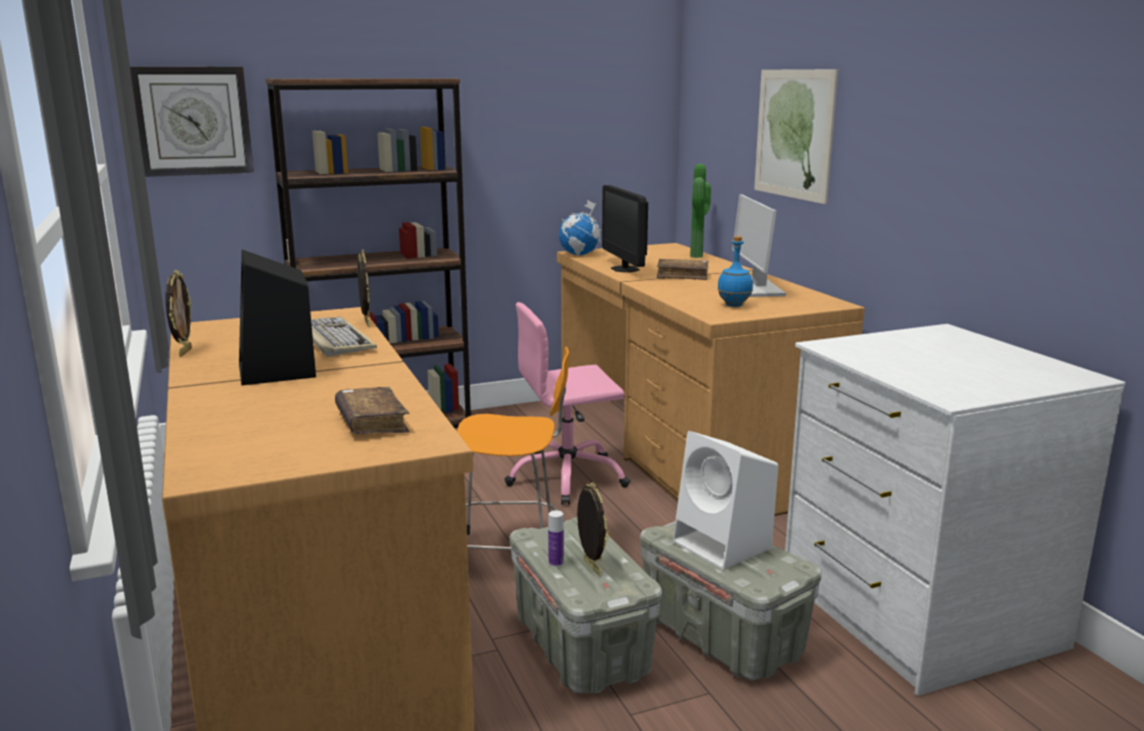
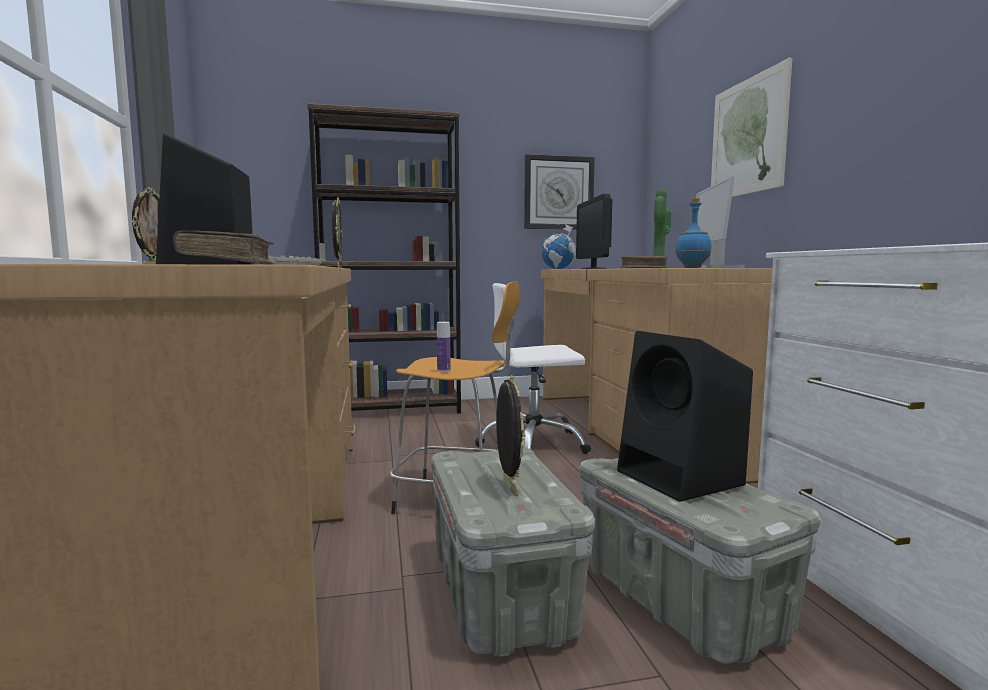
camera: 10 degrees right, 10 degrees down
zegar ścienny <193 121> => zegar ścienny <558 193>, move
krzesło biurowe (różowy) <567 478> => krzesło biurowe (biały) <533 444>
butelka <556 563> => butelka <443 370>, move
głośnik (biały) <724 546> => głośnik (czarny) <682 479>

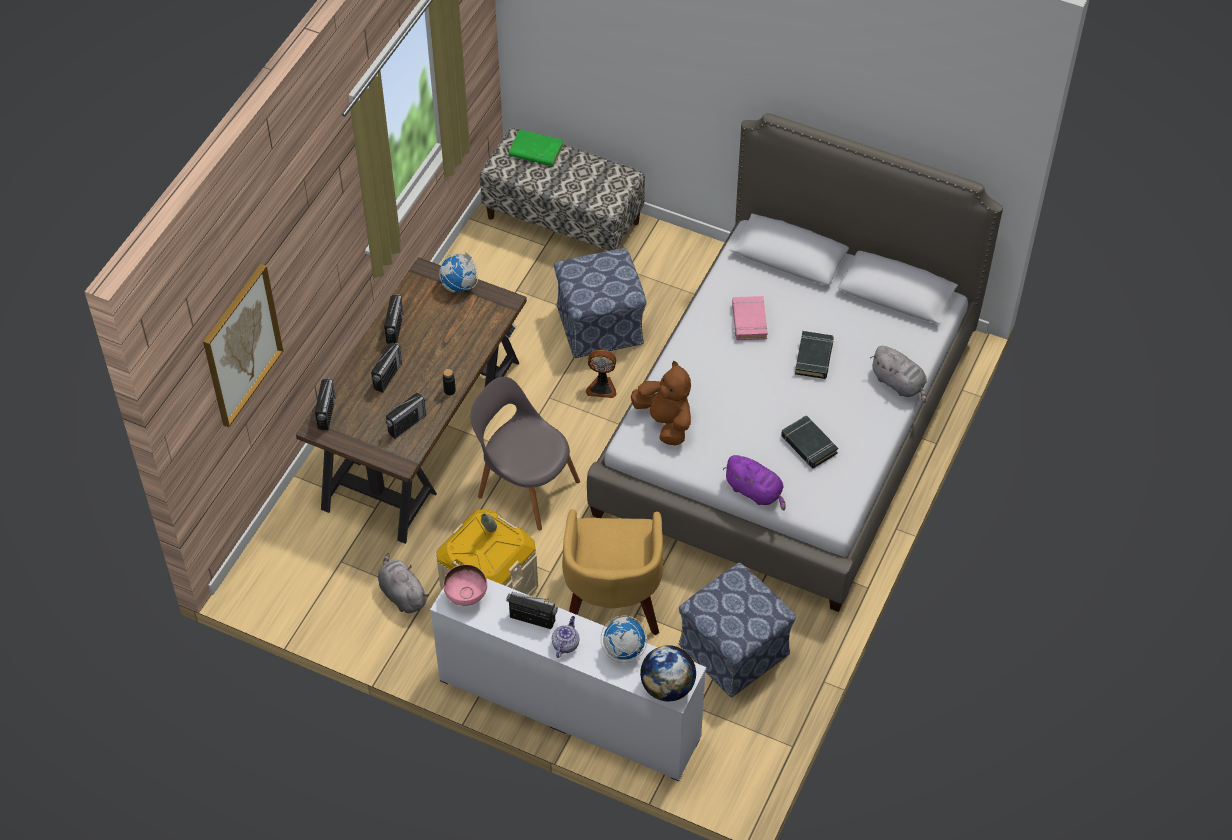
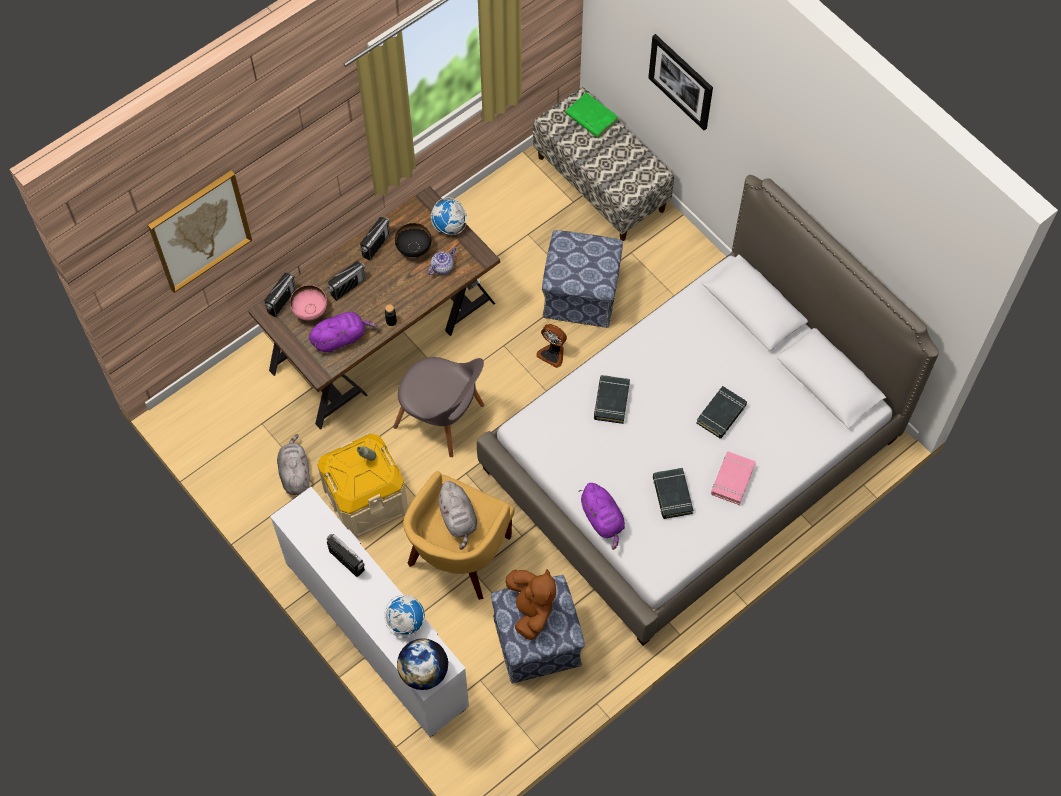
camera: 25 degrees right, 10 degrees up
radio <407 424> => pluszak (fioletowy) <341 338>
miska (różowy) <466 596> => miska (różowy) <310 311>, move
krzesło (szary) <525 486> => krzesło (szary) <442 418>, 150 degrees clockwise
imbryk <565 644> => imbryk <442 267>, move
pluszak (brązowy) <665 422> => pluszak (brązowy) <531 609>, move
książka (różowy) <749 321> => książka (różowy) <732 479>, move
pluszak (szary) <899 384> => pluszak (szary) <458 519>, move
nothing => miska (czarny) <414 249>
nothing => książka (czarny) <611 401>
nothing => obraz <681 81>

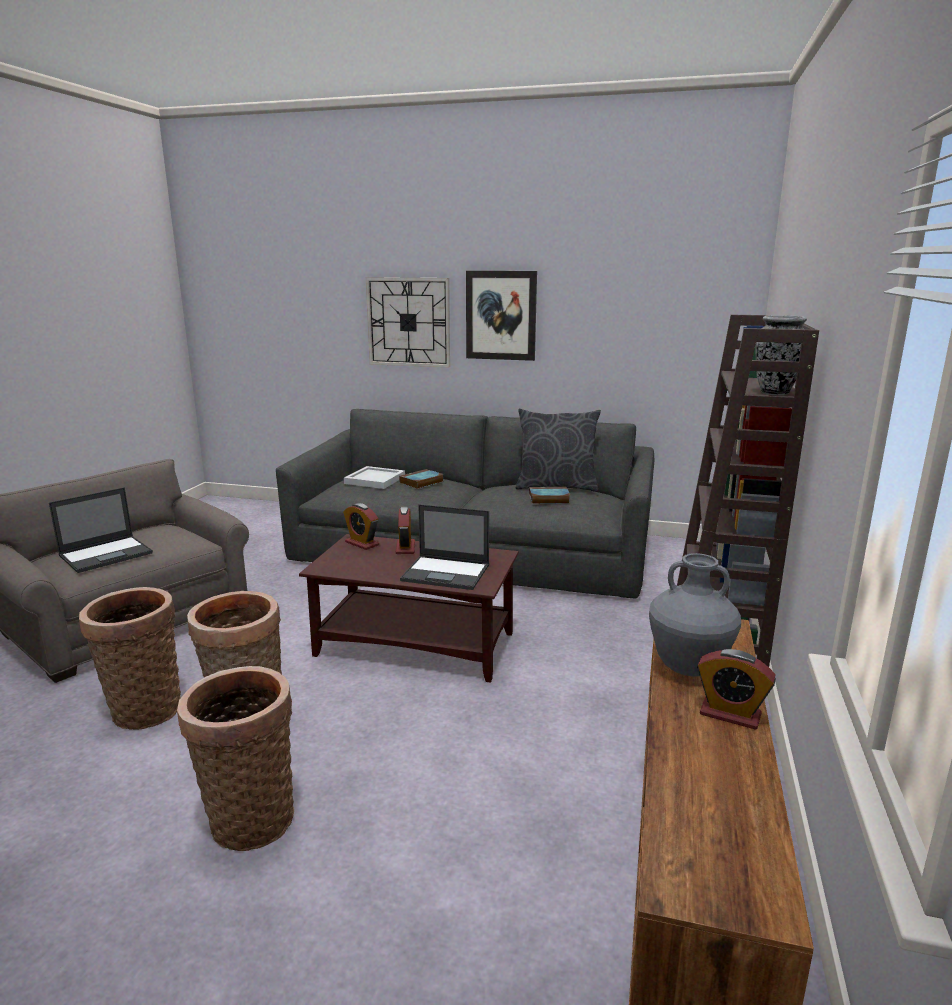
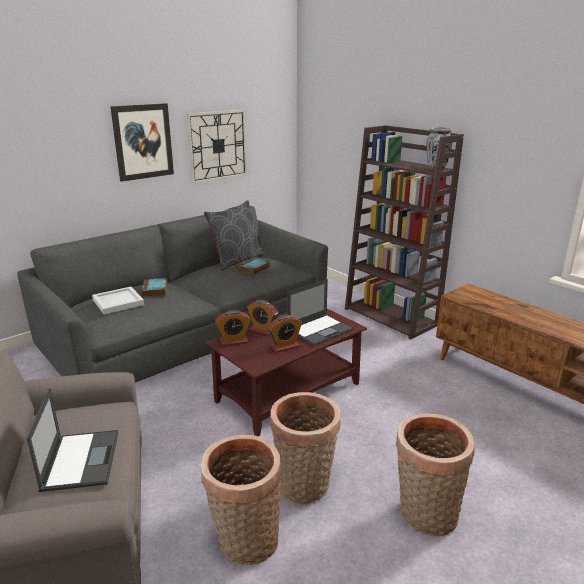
camera: 55 degrees left, 5 degrees up
zegar ścienny <408 322> => zegar ścienny <217 146>, move
wazon (szary) <689 668> => nothing
budzik <730 714> => budzik <285 346>, move

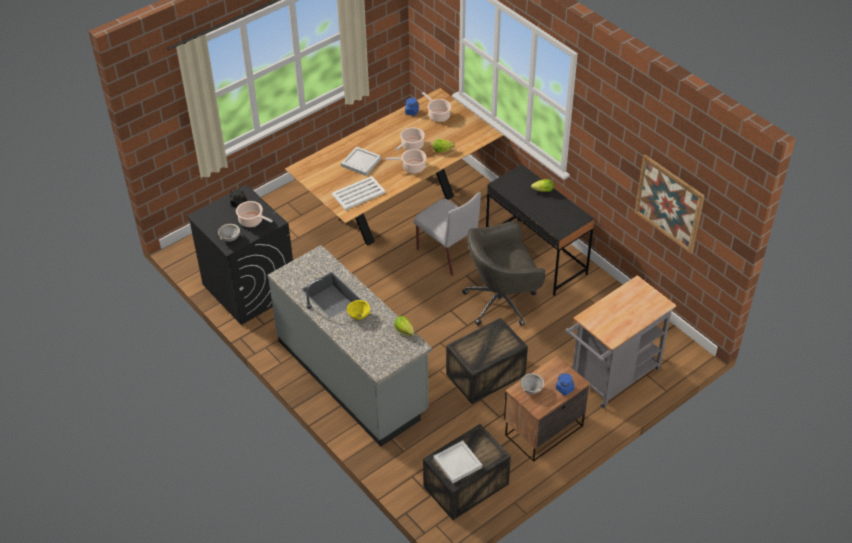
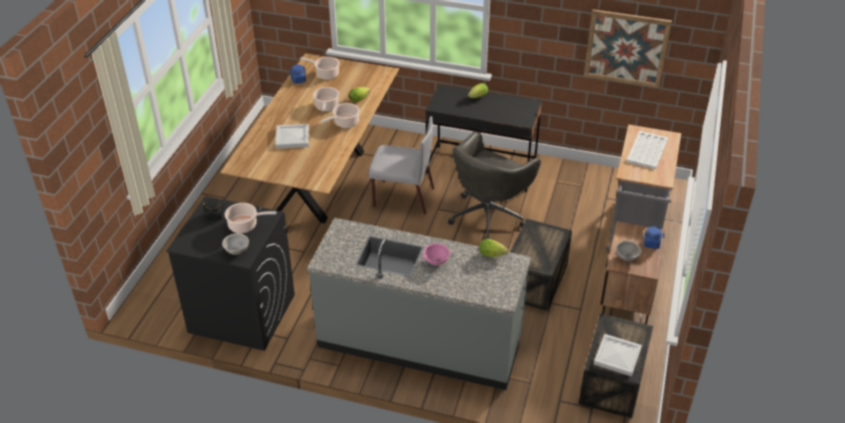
camera: 35 degrees left, 5 degrees down
taca (biały) <358 193> => taca (biały) <647 151>, move
miska (żółty) <359 316> => miska (różowy) <436 261>

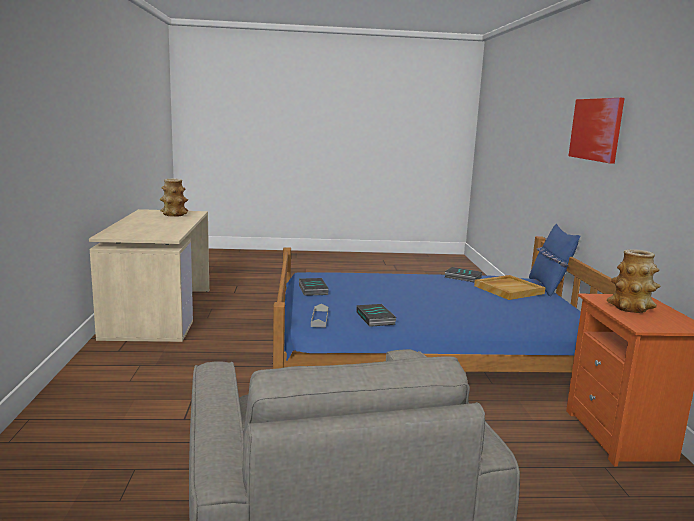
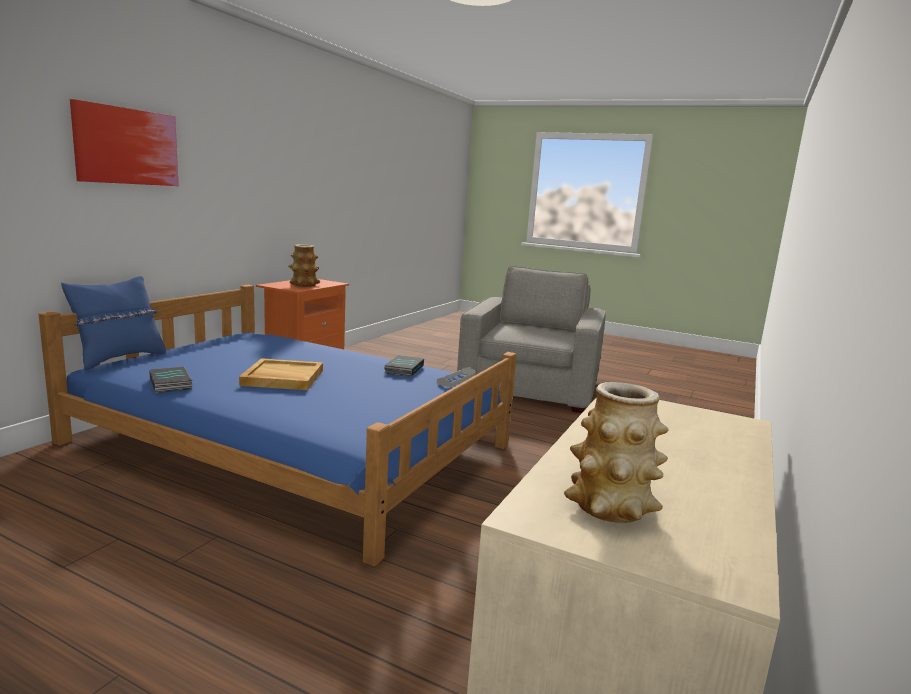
camera: 150 degrees left, 0 degrees up
książka <312 289> => nothing
taca (beżowy) <508 289> => taca (beżowy) <282 378>, move

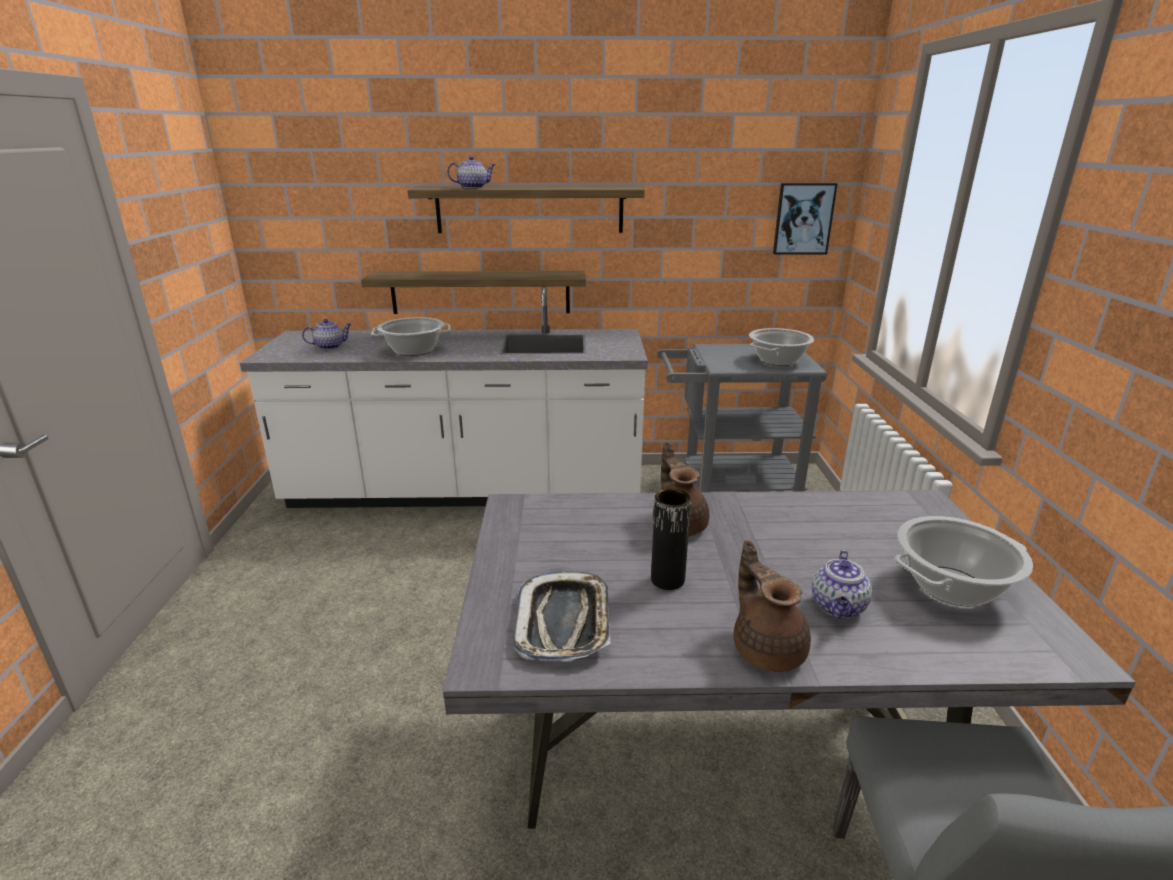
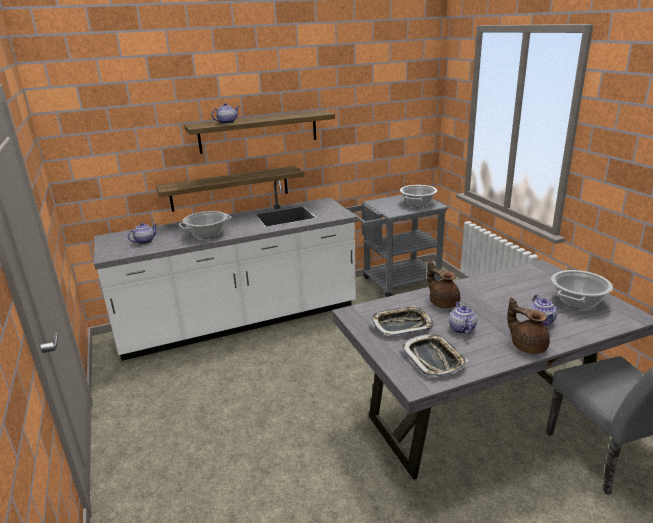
camera: 20 degrees left, 0 degrees up
wazon (czarny) <667 580> => imbryk <461 329>
obraz <803 219> => nothing
nothing => taca <401 325>

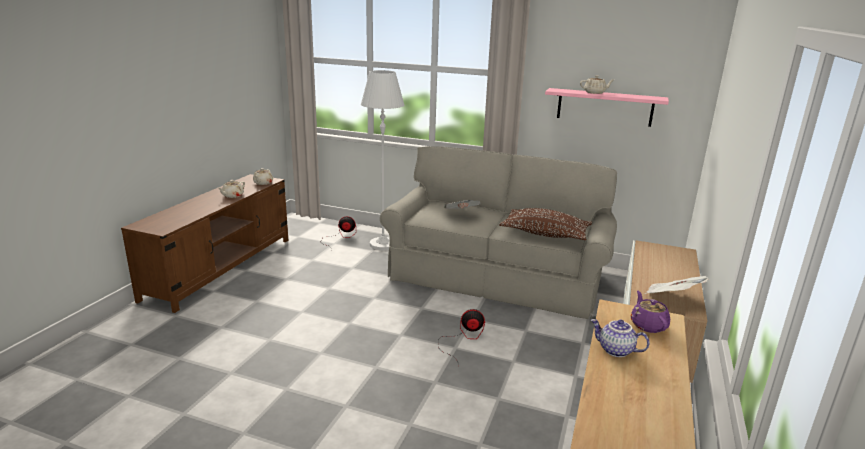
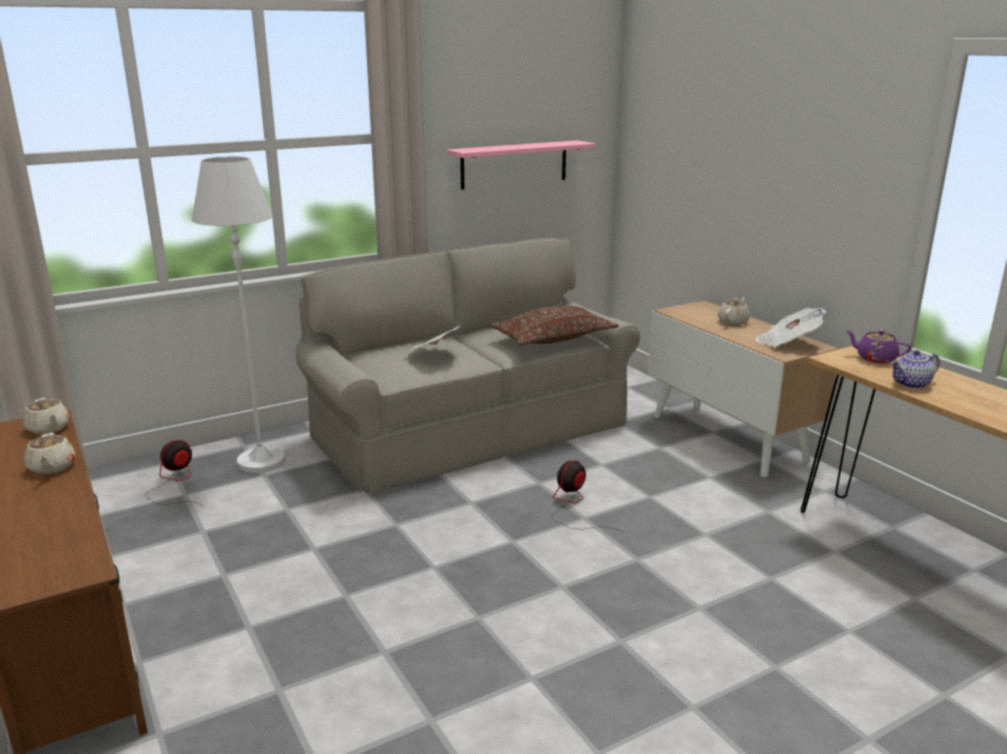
camera: 50 degrees left, 0 degrees up
imbryk (beżowy) <595 93> => imbryk (beżowy) <733 322>, move

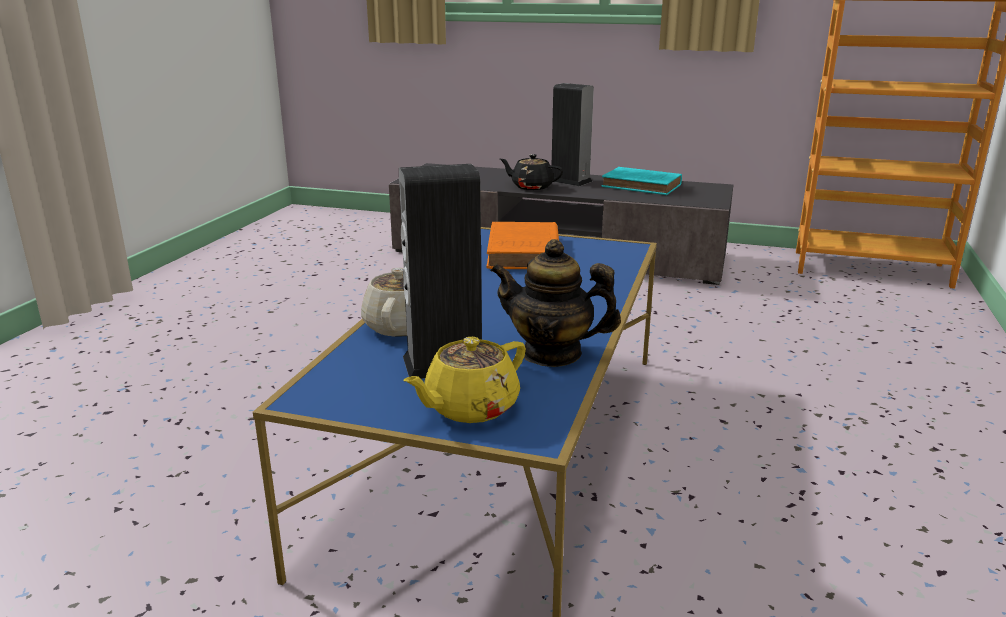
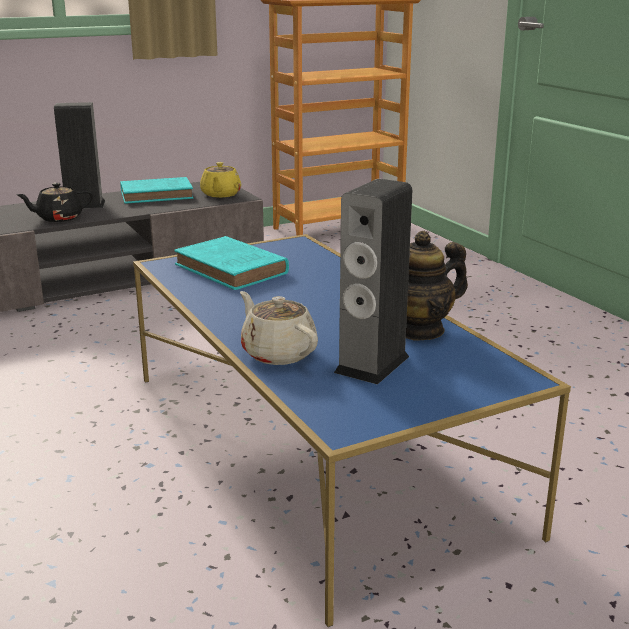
camera: 45 degrees left, 0 degrees up
imbryk (żółty) <469 407> => imbryk (żółty) <220 194>, move
książka (pomarańczowy) <523 253> => książka (turkusowy) <233 270>

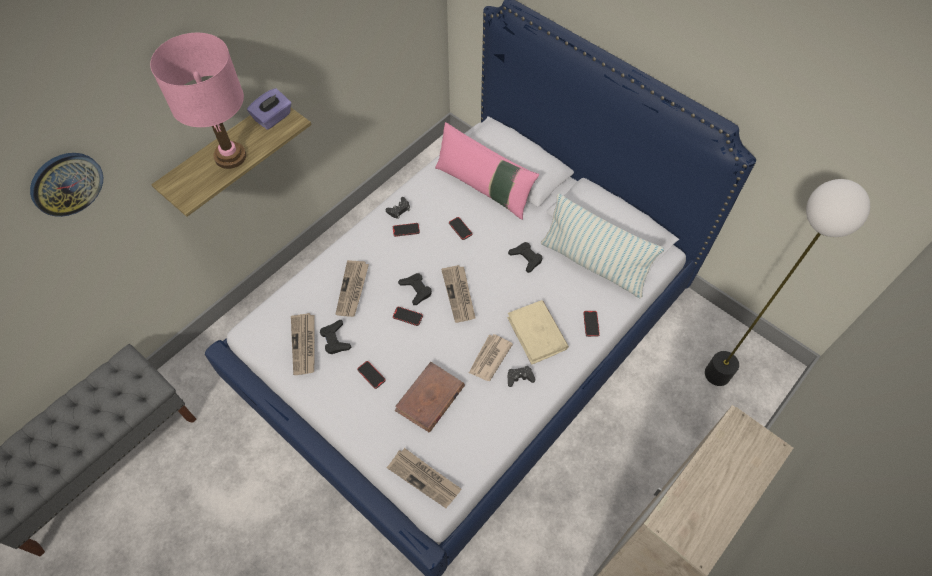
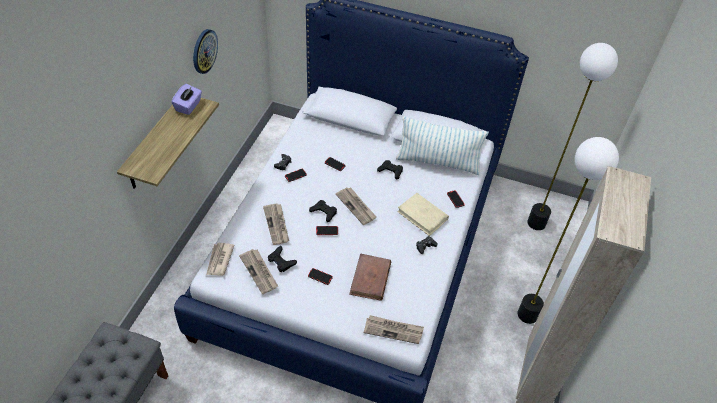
camera: 25 degrees left, 10 degrees down
zegar ścienny <66 183> => zegar ścienny <204 51>, move
lampa stołowa (różowy) <230 156> => nothing
poduszka (różowy) <484 188> => nothing
gazeta <489 358> => gazeta <219 260>, move
nothing => lampa stojąca <528 314>

